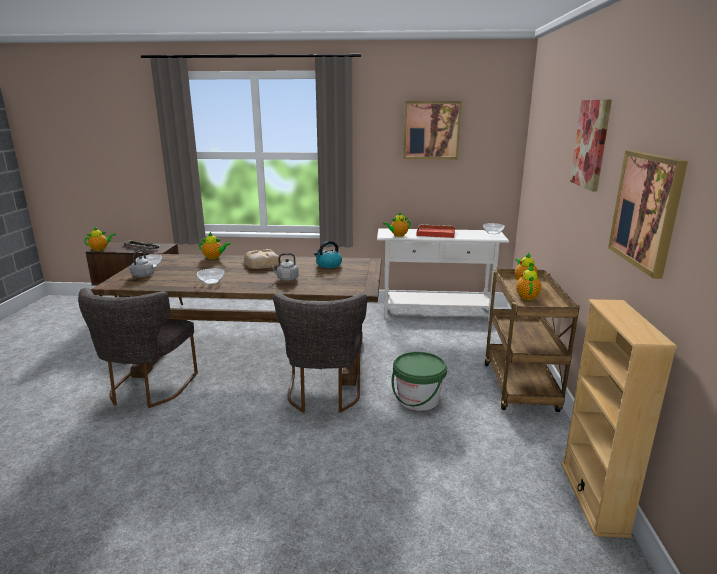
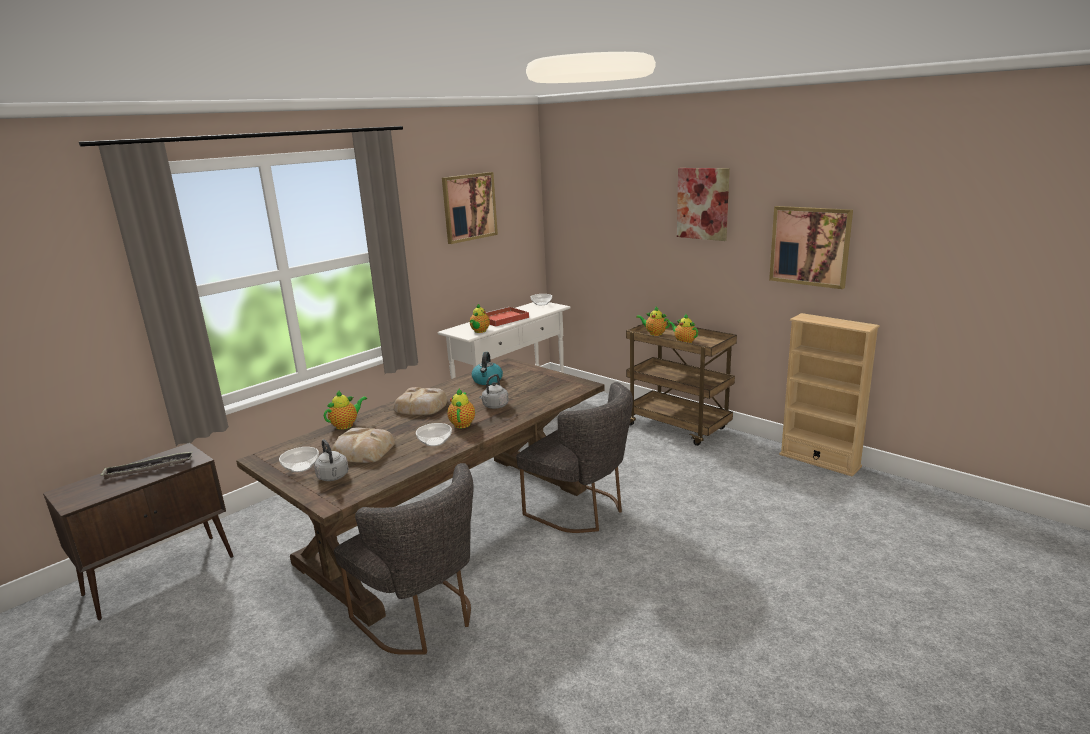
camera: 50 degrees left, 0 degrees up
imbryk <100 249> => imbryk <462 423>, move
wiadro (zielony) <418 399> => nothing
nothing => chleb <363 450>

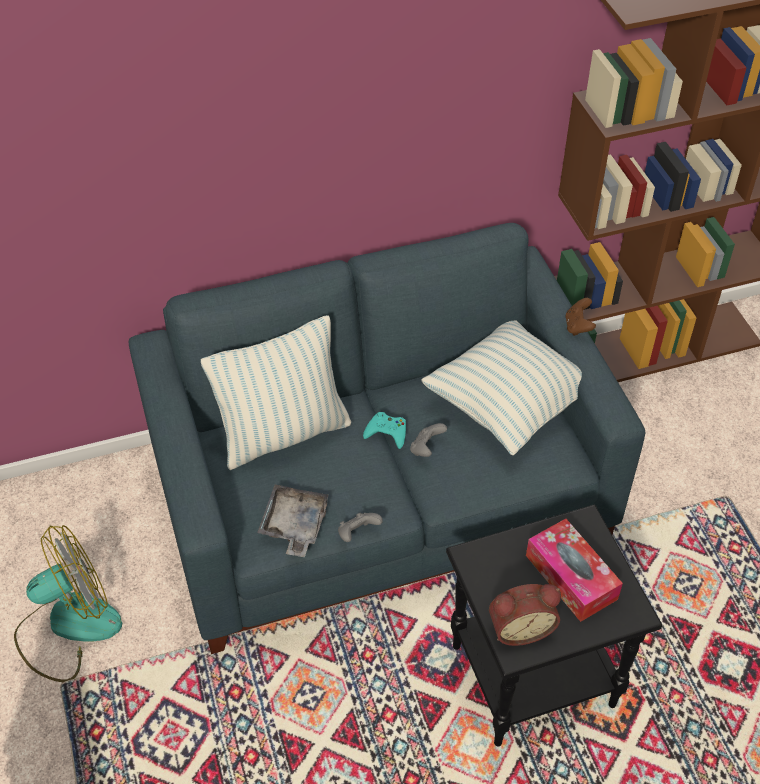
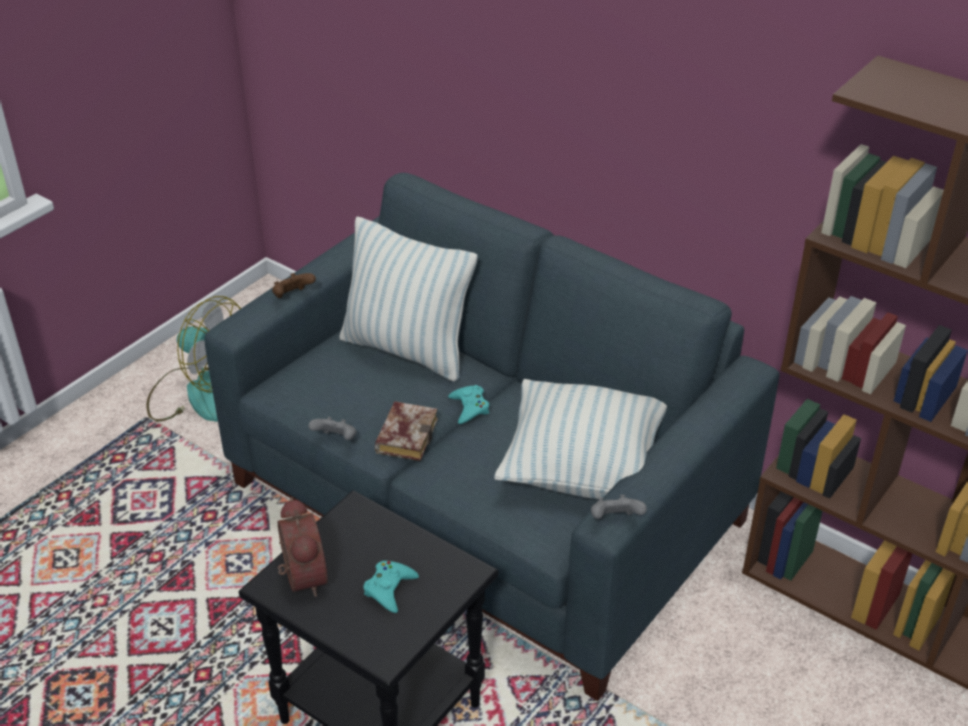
camera: 55 degrees right, 10 degrees down
taca (szary) <294 525> => nothing
pad do gier (szary) <426 448> => pad do gier (szary) <615 520>, move
budzik <520 627> => budzik <300 577>, 150 degrees counterclockwise
pudełko chusteczek <571 577> => pad do gier (turkusowy) <389 589>
pad do gier (brązowy) <578 326> => pad do gier (brązowy) <292 296>, move
nothing => książka <405 434>

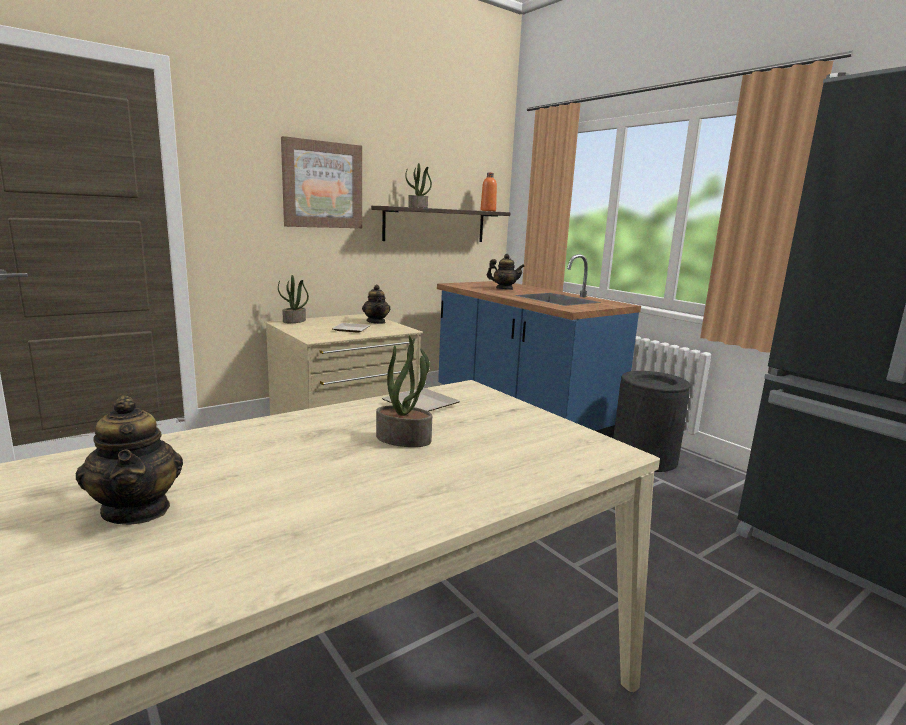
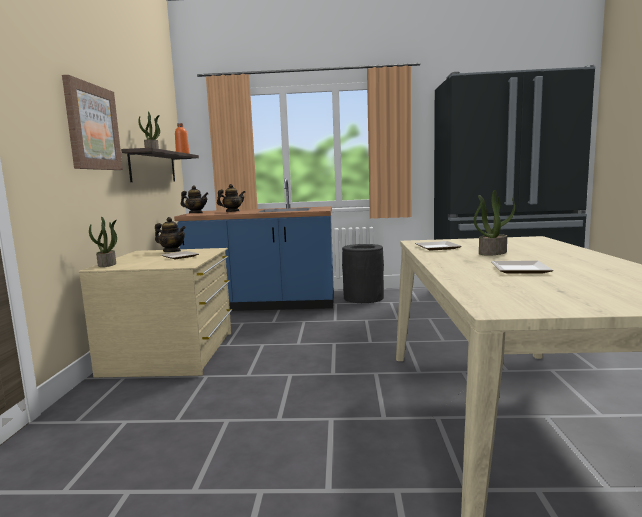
camera: 50 degrees left, 5 degrees down
imbryk <137 510> => imbryk <196 213>, move
nothing => talerz <521 269>

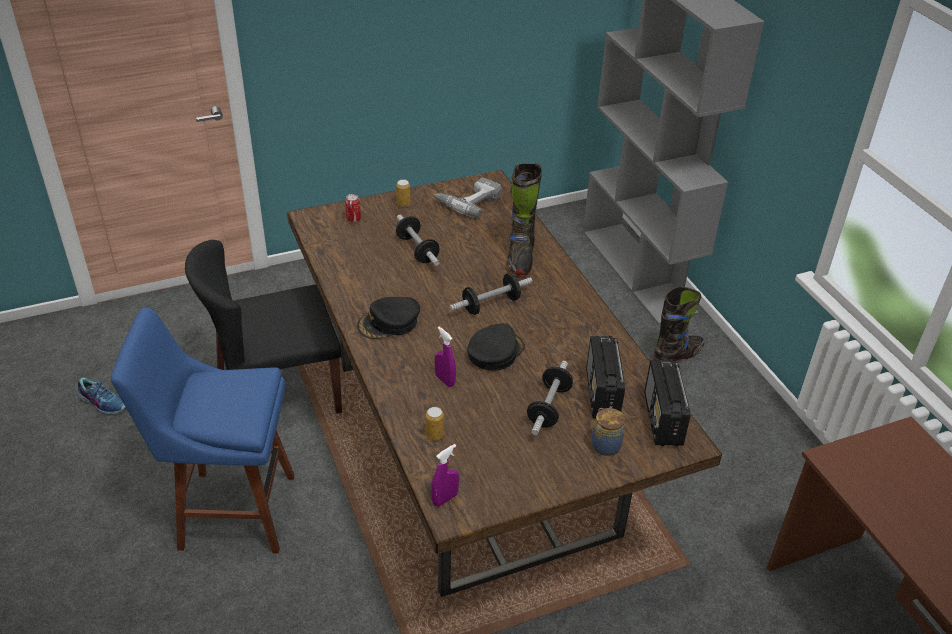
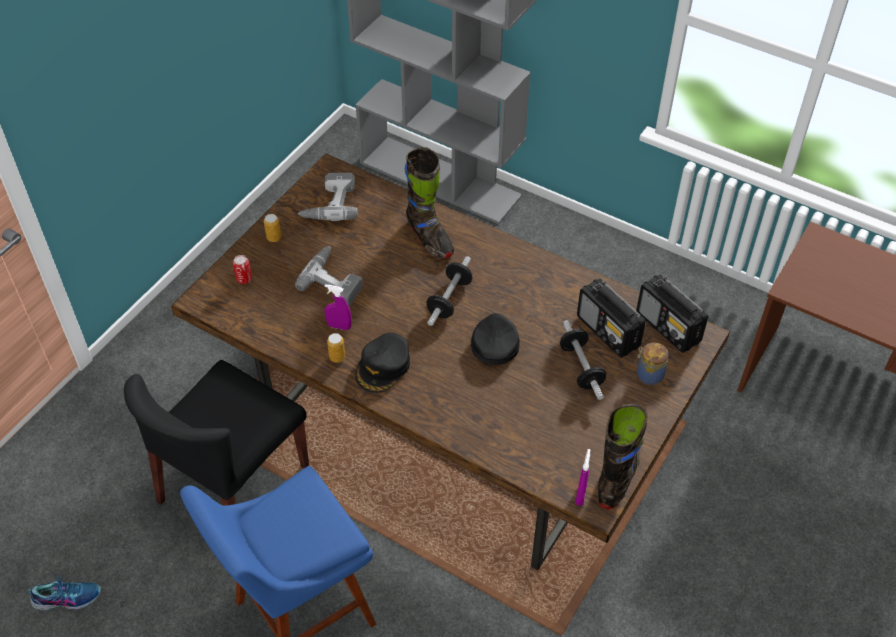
camera: 35 degrees left, 10 degrees up
hantel <417 250> => wiertarka <335 280>
puszka <434 435> => puszka <337 357>, move
spryskiwacz (fioletowy) <445 380> => spryskiwacz (fioletowy) <339 326>, move
but z cholewką (czarny) <677 355> => but z cholewką (czarny) <617 477>, move

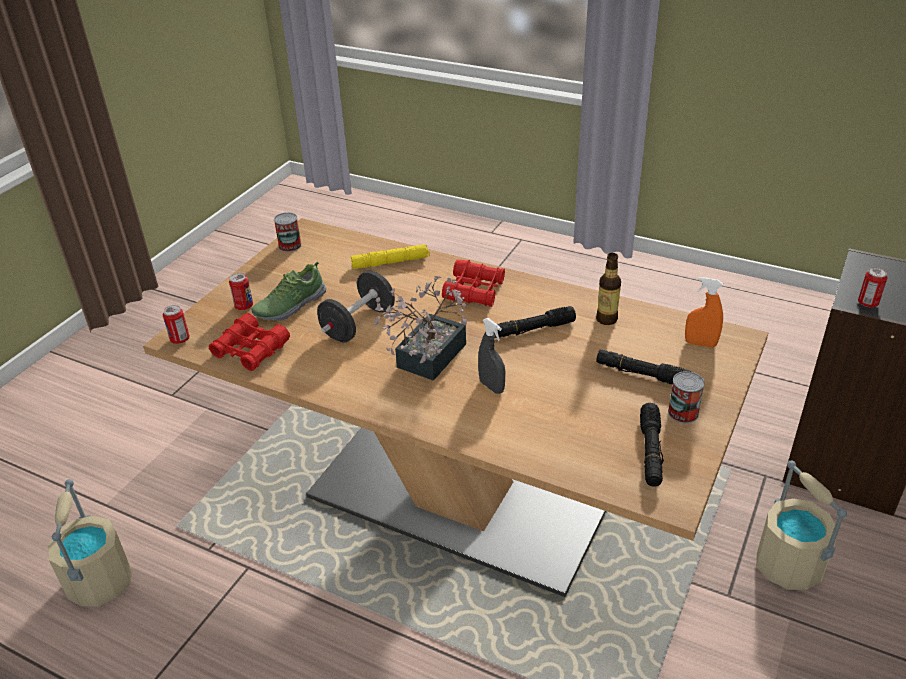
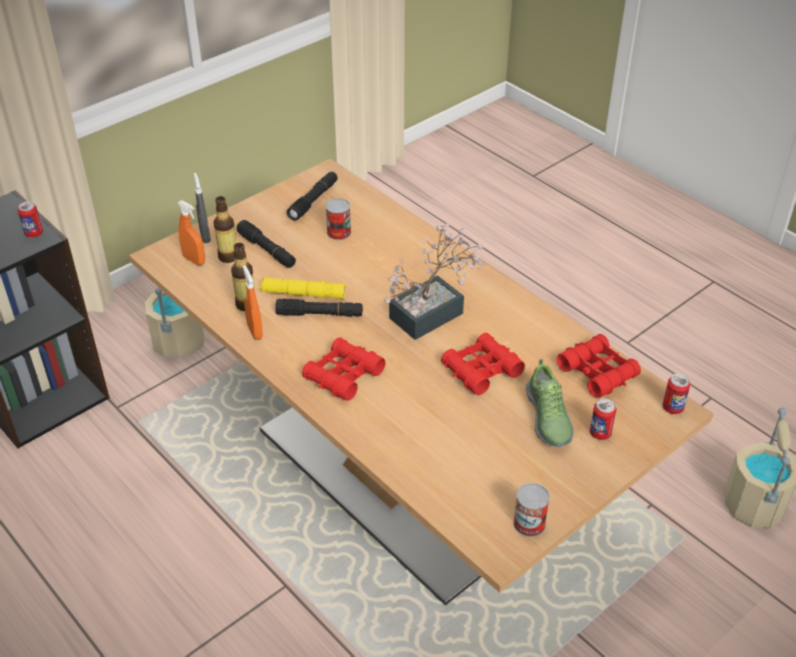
camera: 160 degrees left, 5 degrees up
but <290 305> => but <548 418>, 105 degrees clockwise
hantel (czarny) <358 324> => lornetka (czerwony) <481 370>
latarka (żółty) <391 262> => latarka (żółty) <303 294>, move
spryskiwacz (szary) <491 386> => spryskiwacz (szary) <205 236>, move
puszka <683 413> => puszka <339 232>, move
nothing => butelka <228 257>
nothing => spryskiwacz (pomarańczowy) <255 331>

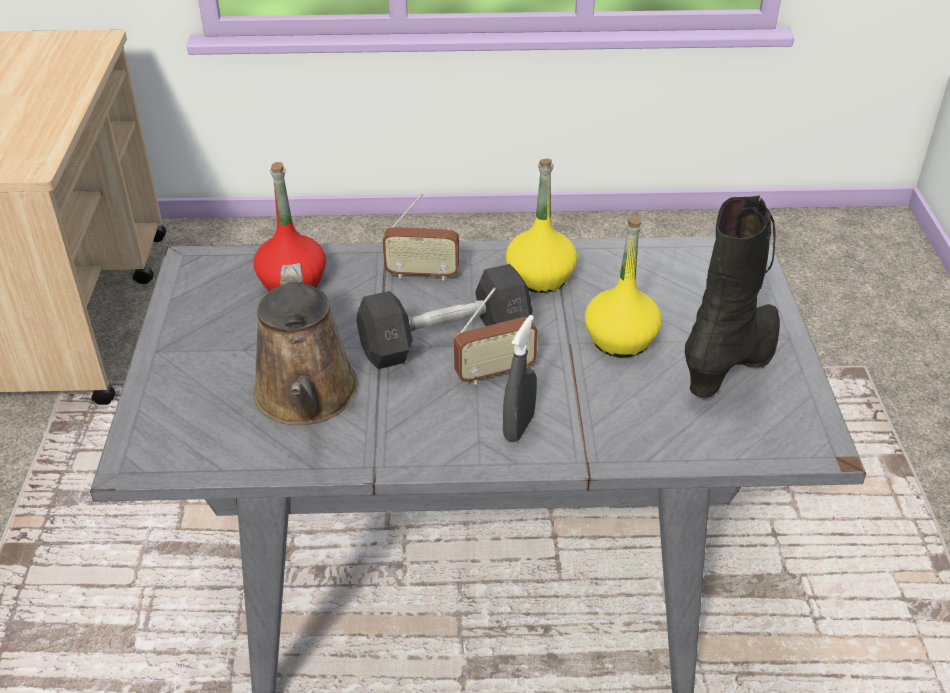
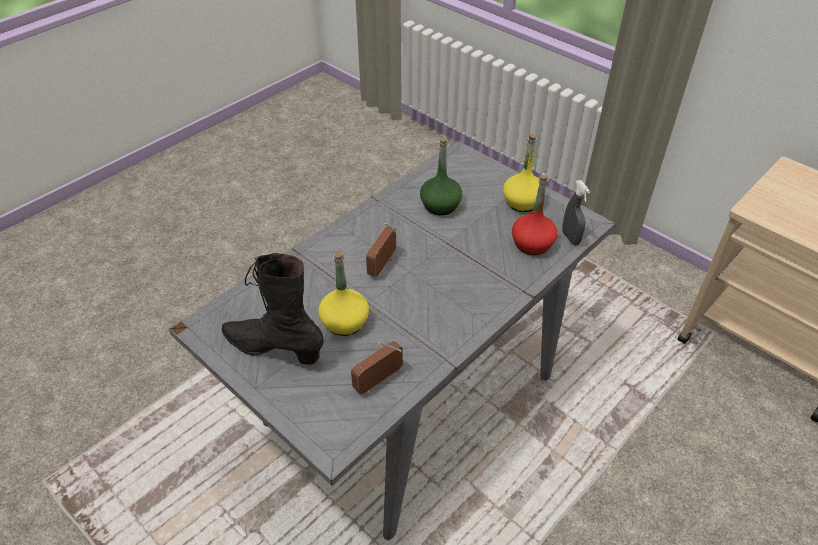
camera: 135 degrees right, 5 degrees up
konewka (brązowy) <306 398> => butelka (zielony) <440 205>
hantel (szary) <445 340> => nothing
radio <422 274> => radio <378 381>, move
spryskiwacz (szary) <519 427> => spryskiwacz (szary) <570 238>, move
butelka (żółty) <540 277> => butelka (żółty) <522 202>, move
but z cholewką (czarny) <734 363> => but z cholewką (czarny) <274 348>, 120 degrees clockwise

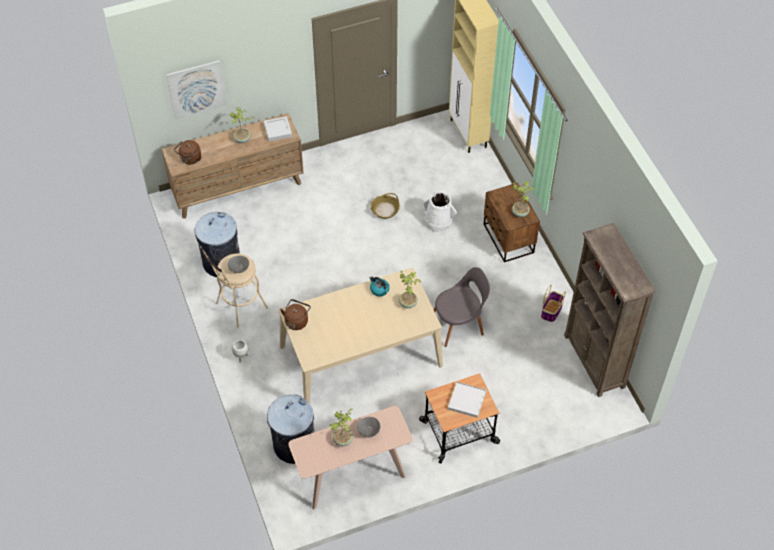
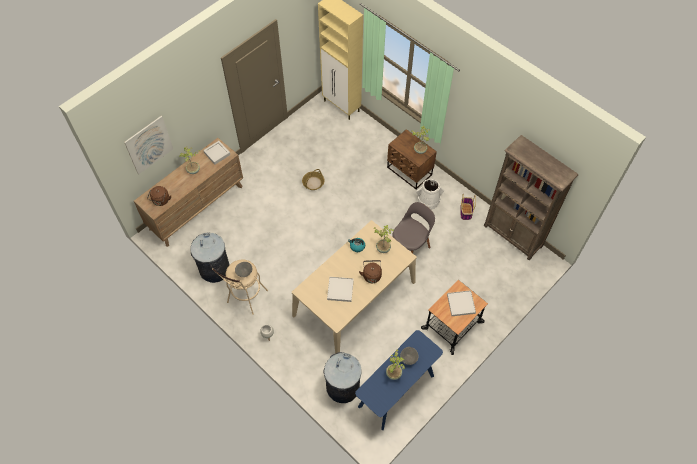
camera: 25 degrees left, 5 degrees up
czajnik (brązowy) <297 320> => czajnik (brązowy) <371 275>, move
stolik konsolowy (beżowy) <352 475> => stolik konsolowy (niebieski) <396 391>
wiadro (biały) <438 220> => wiadro (biały) <428 200>, move
nothing => taca (biały) <340 290>

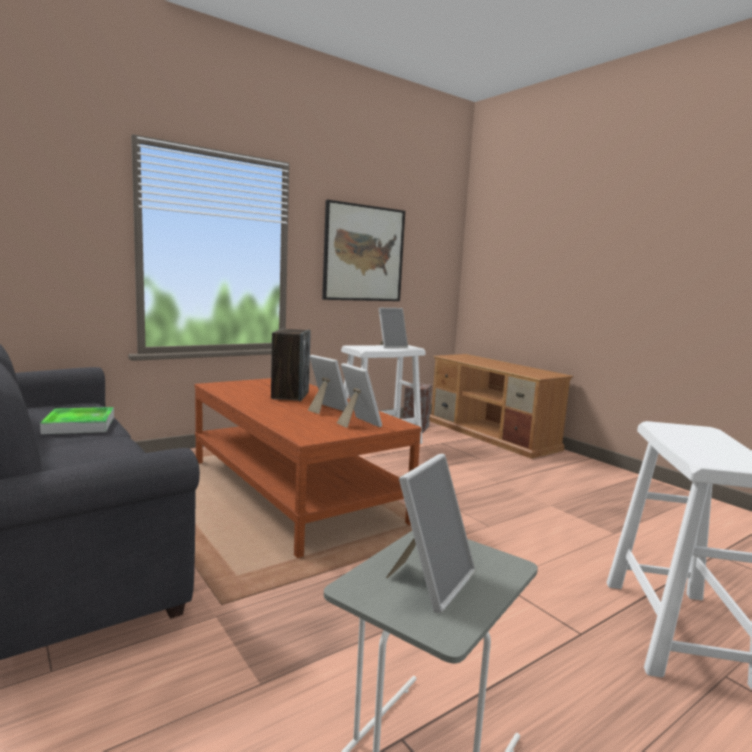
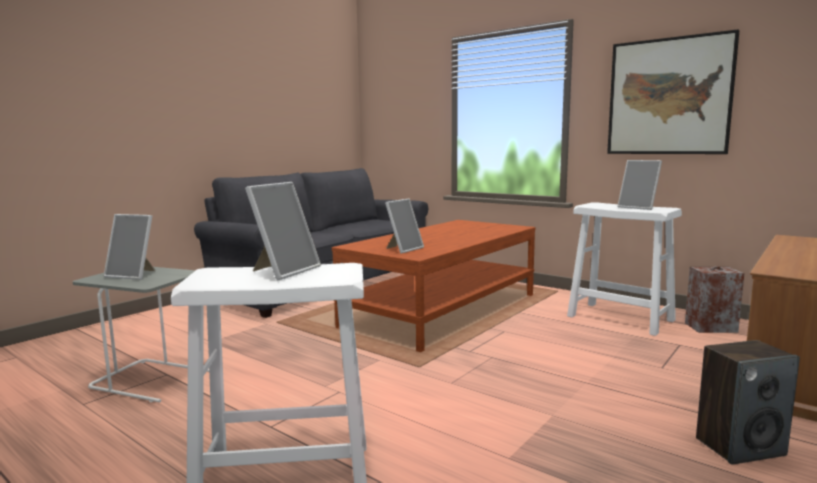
camera: 75 degrees right, 0 degrees up
taca <79 425> => nothing
głośnik <290 395> => głośnik <740 446>, move
ramka na zdjęcie <326 410> => ramka na zdjęcie <284 271>, move

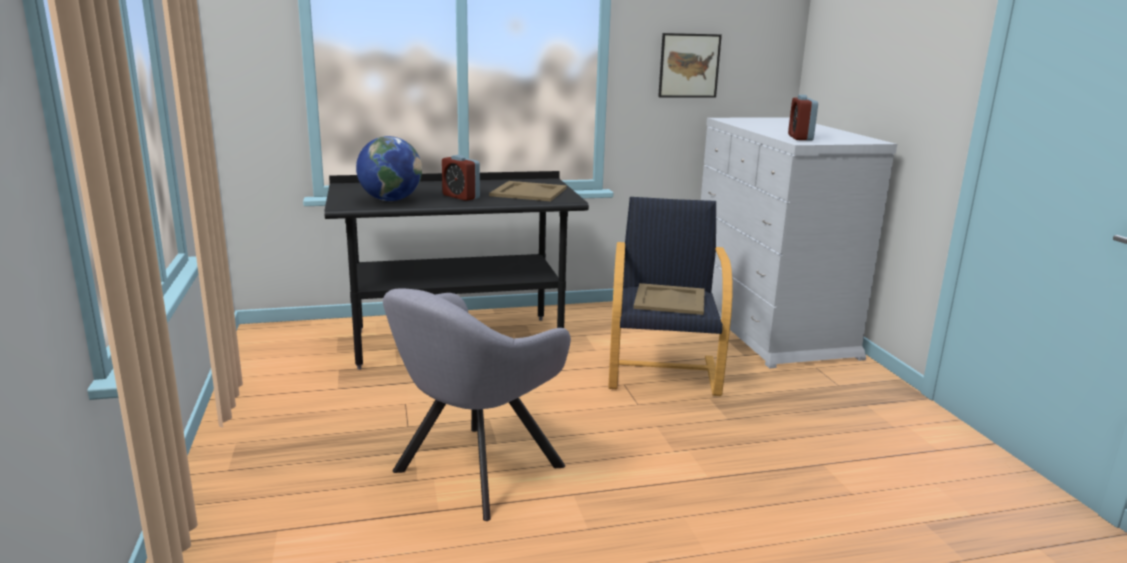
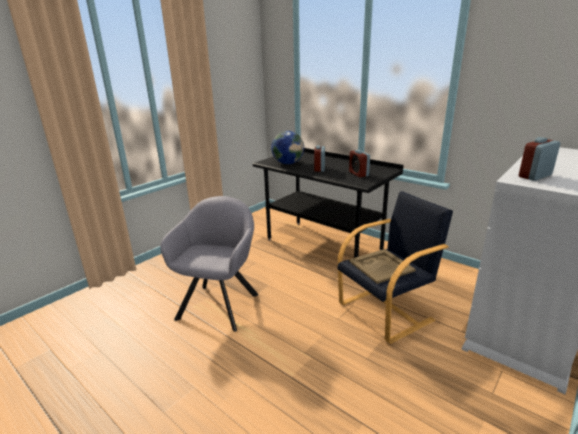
camera: 55 degrees right, 5 degrees up
fotel (szary) <472 472> => fotel (szary) <220 303>, 105 degrees clockwise
taca (beżowy) <529 192> => budzik <358 174>
obraz <689 65> => nothing

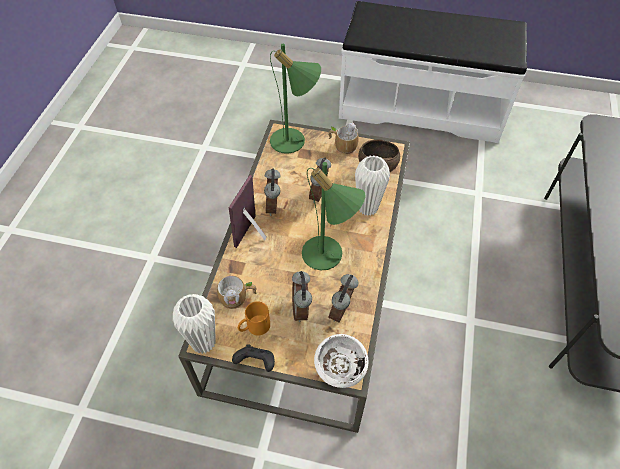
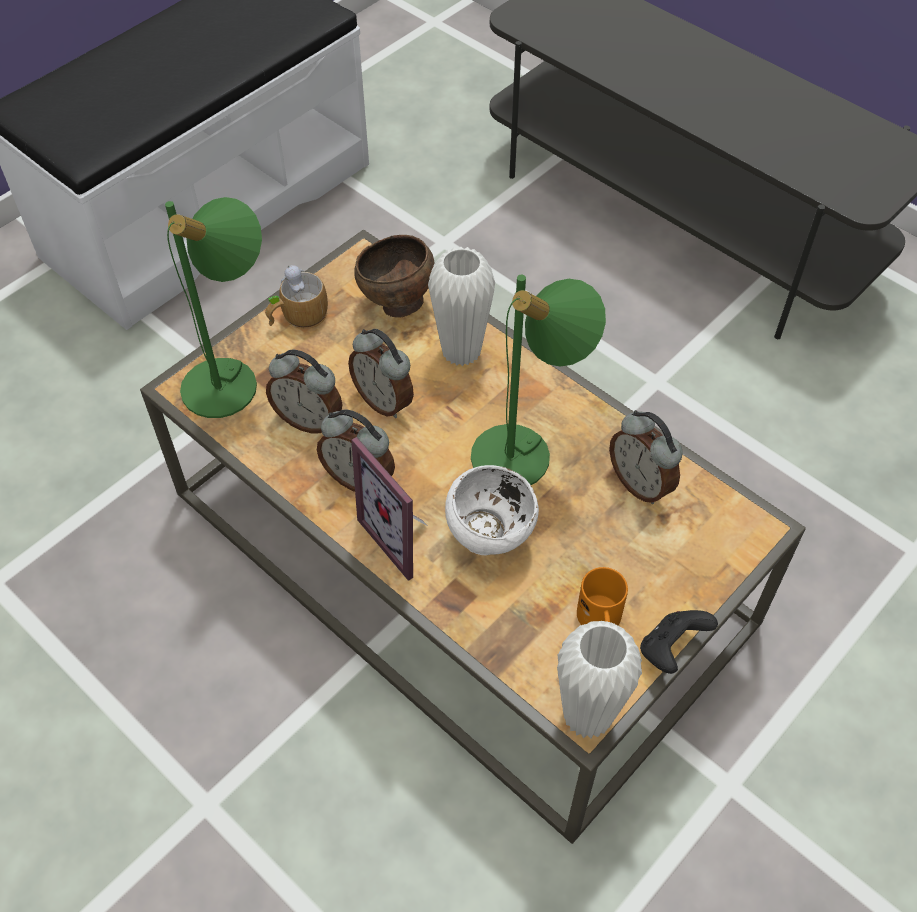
camera: 60 degrees left, 0 degrees up
kubek <238 297> => nothing
budzik <301 309> => budzik <309 420>, move
miska (biały) <340 372> => miska (biały) <489 537>, move

